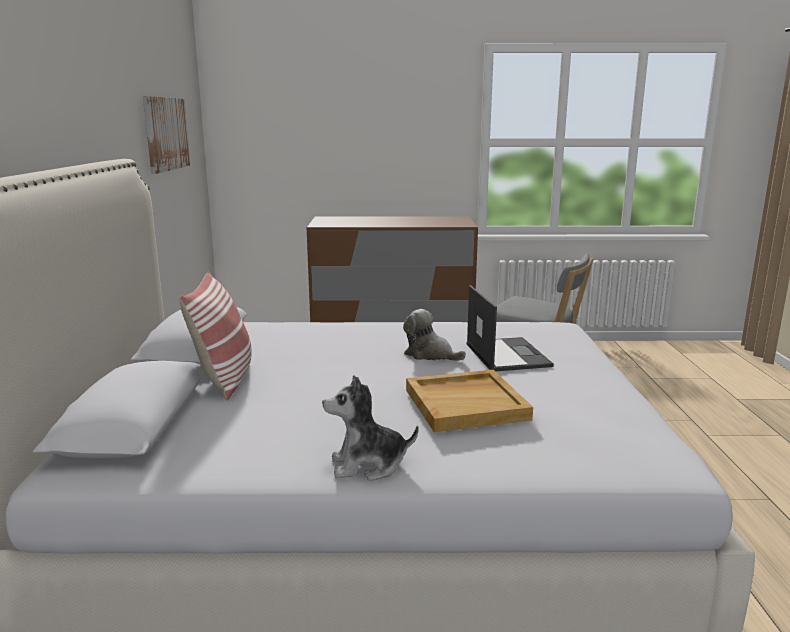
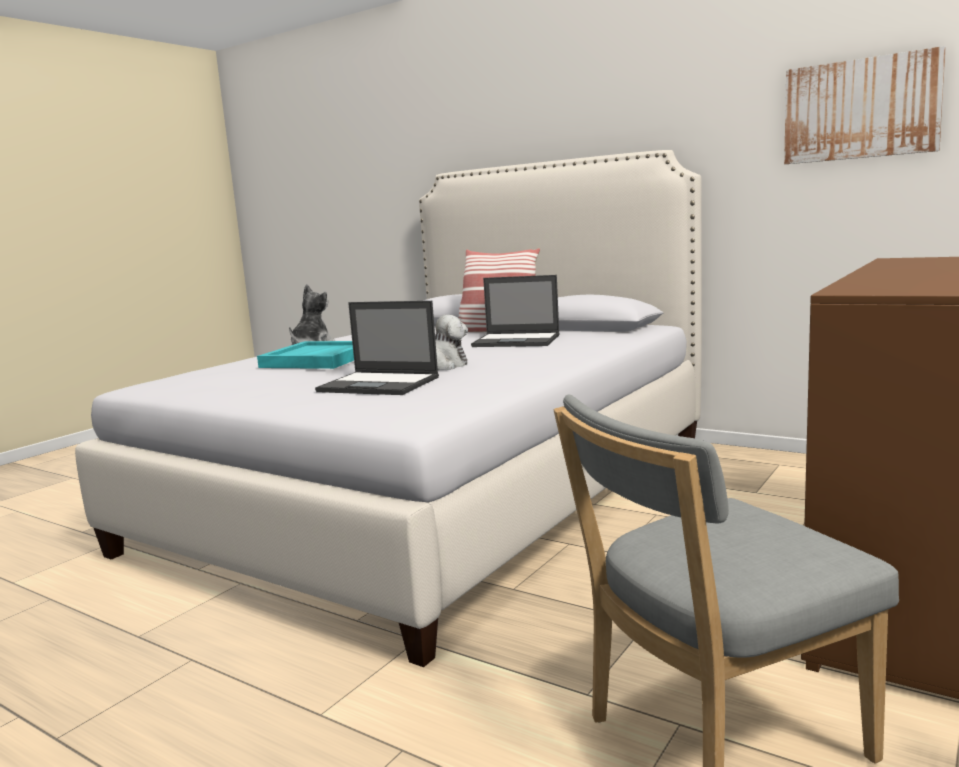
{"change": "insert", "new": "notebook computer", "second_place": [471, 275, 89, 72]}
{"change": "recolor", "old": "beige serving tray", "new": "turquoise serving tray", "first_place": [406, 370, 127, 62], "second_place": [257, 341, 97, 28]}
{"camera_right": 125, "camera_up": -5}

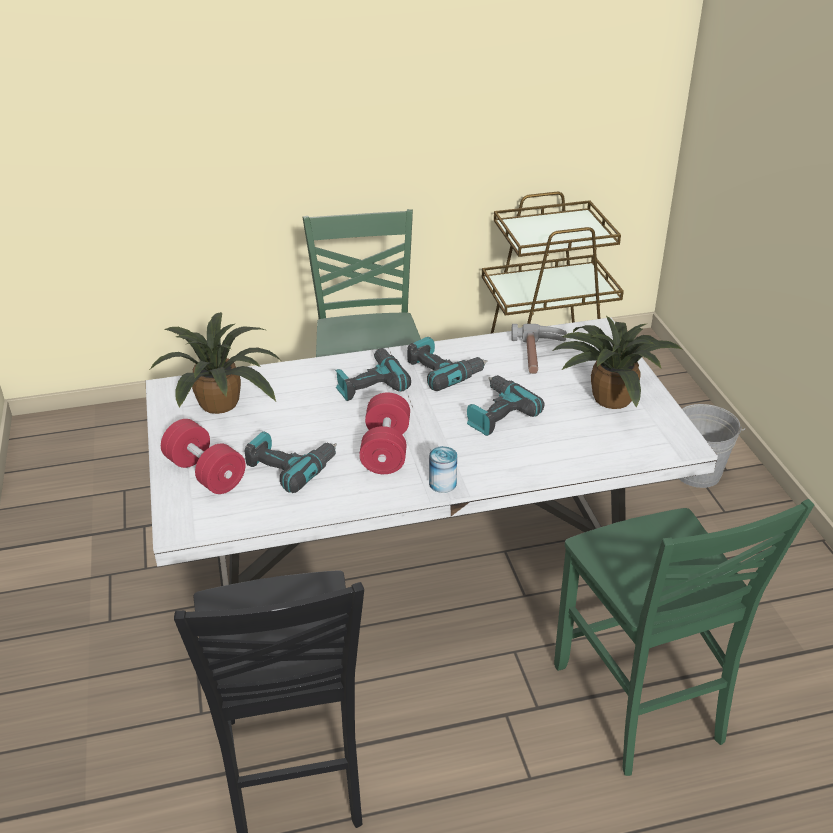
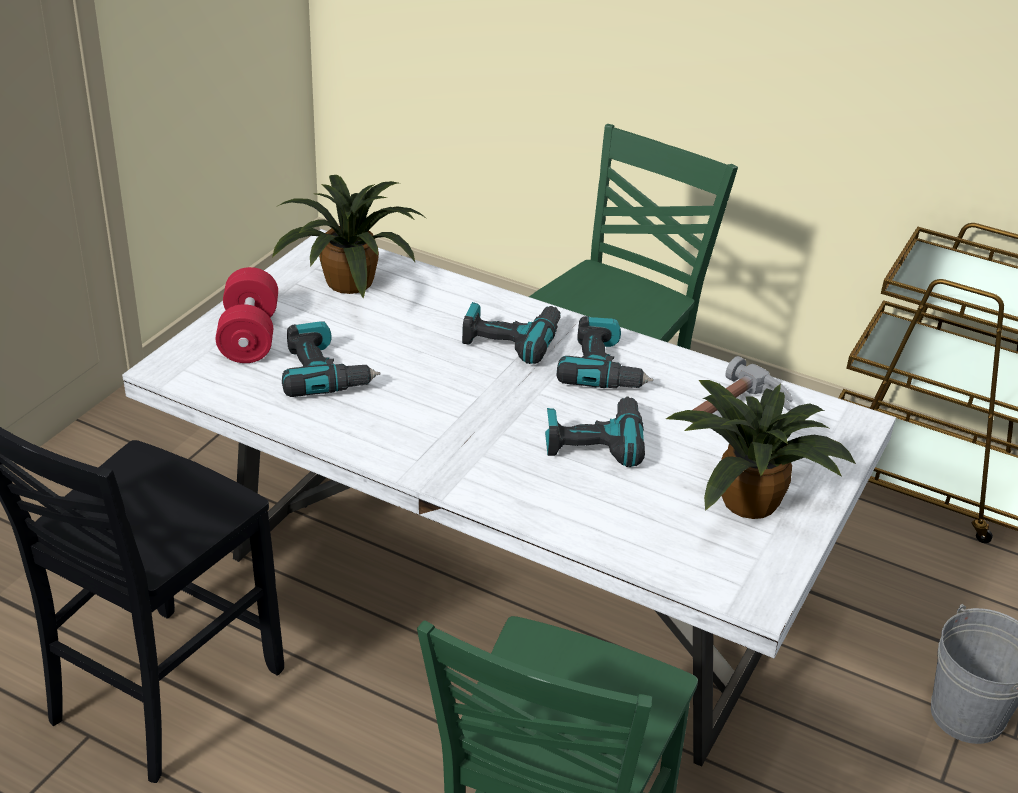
{"change": "delete", "old": "red free weight", "first_place": [359, 392, 51, 82]}
{"change": "delete", "old": "sealed can", "first_place": [429, 446, 28, 47]}
{"camera_right": 40, "camera_up": 0}

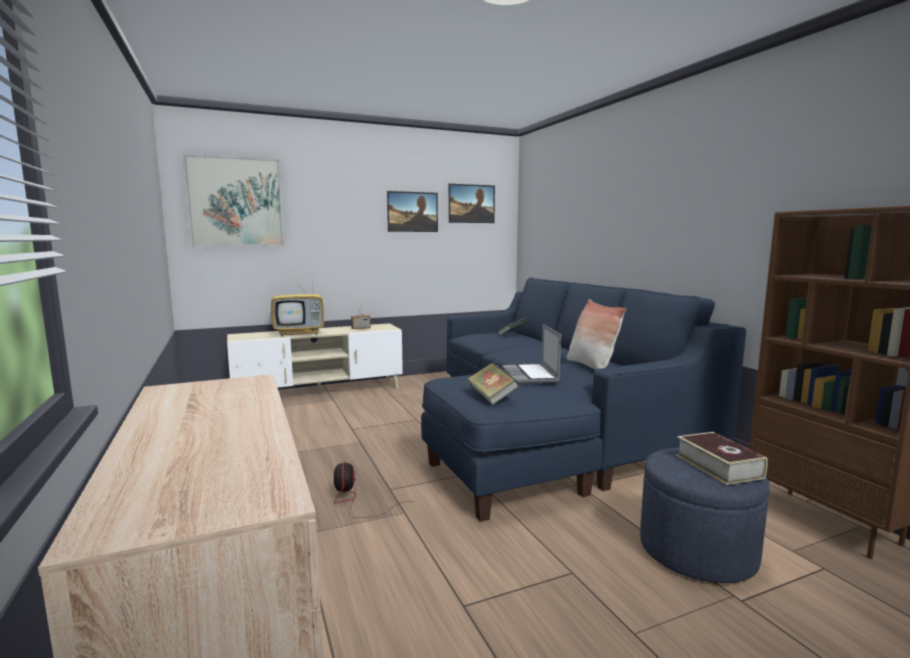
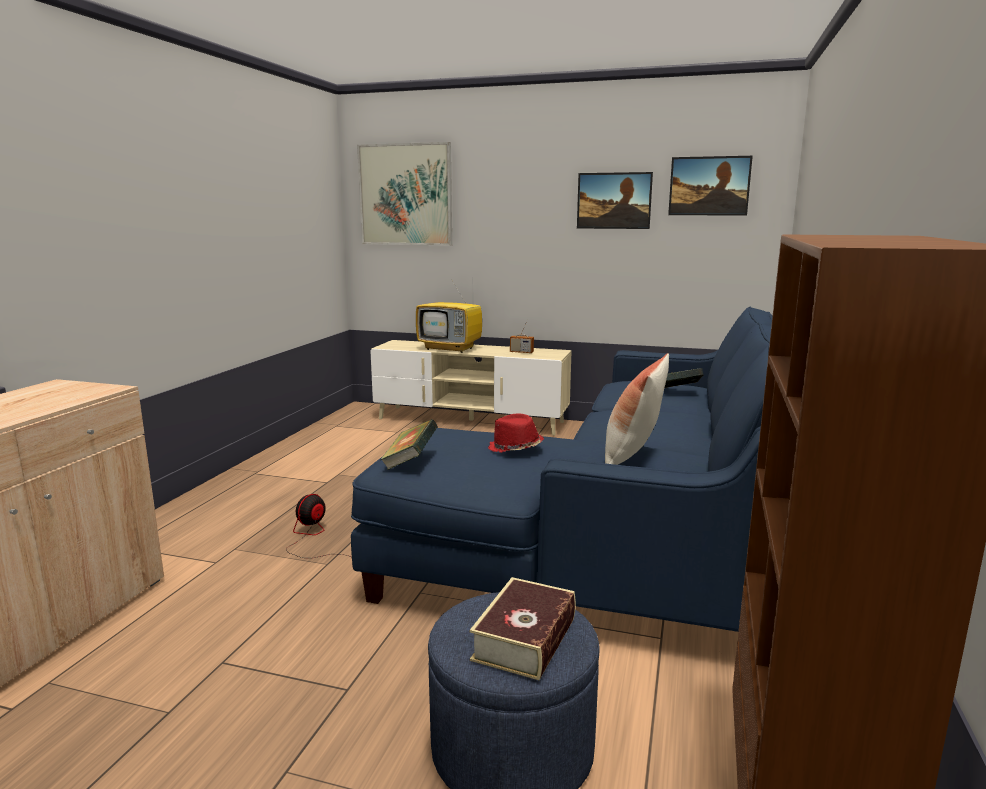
{"change": "replace", "old": "notebook computer", "new": "red hat", "first_place": [502, 324, 59, 60], "second_place": [488, 413, 56, 39]}
{"camera_right": 40, "camera_up": 5}

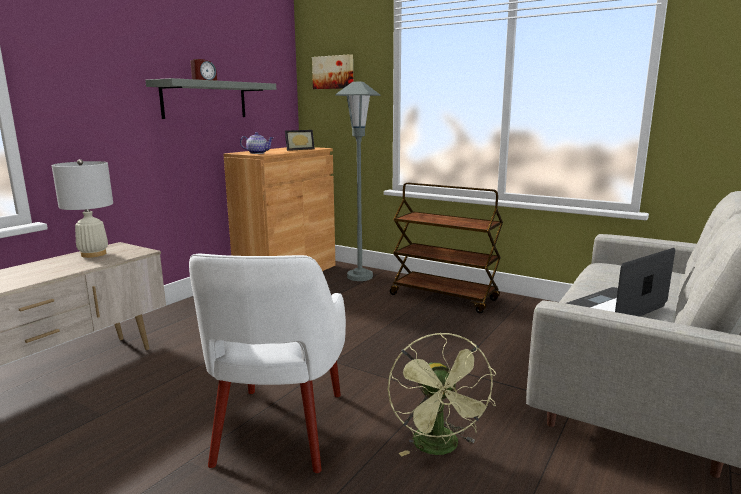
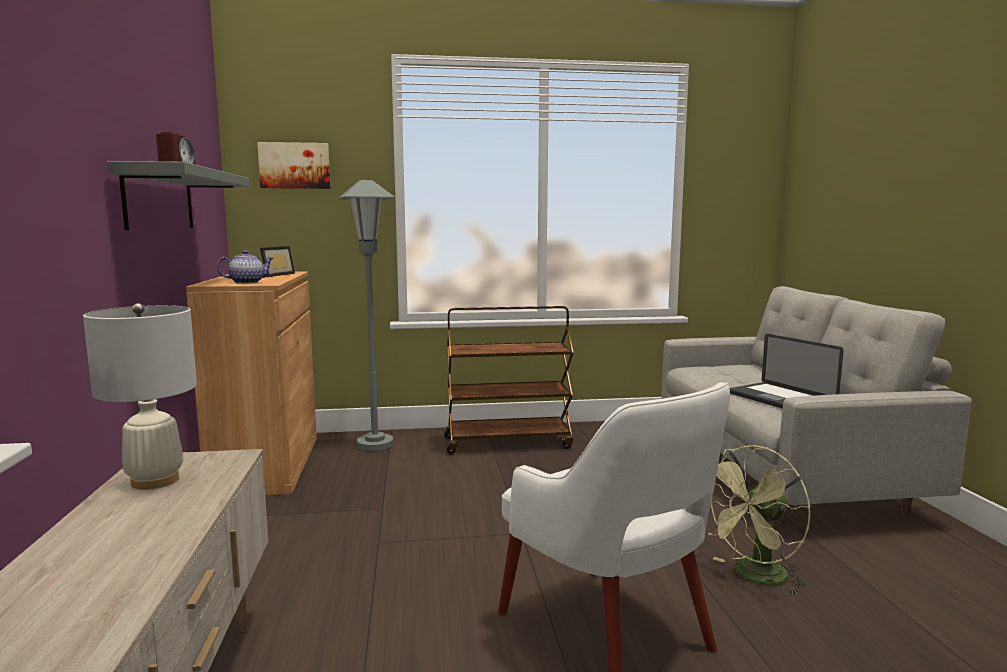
{"change": "rotate", "old": "green-coloured cooling fan", "first_place": [388, 332, 108, 125], "second_place": [708, 445, 103, 150], "degrees": 105}
{"change": "rotate", "old": "notebook computer", "first_place": [566, 248, 109, 69], "second_place": [730, 334, 114, 74], "degrees": -45}
{"camera_right": -40, "camera_up": -5}

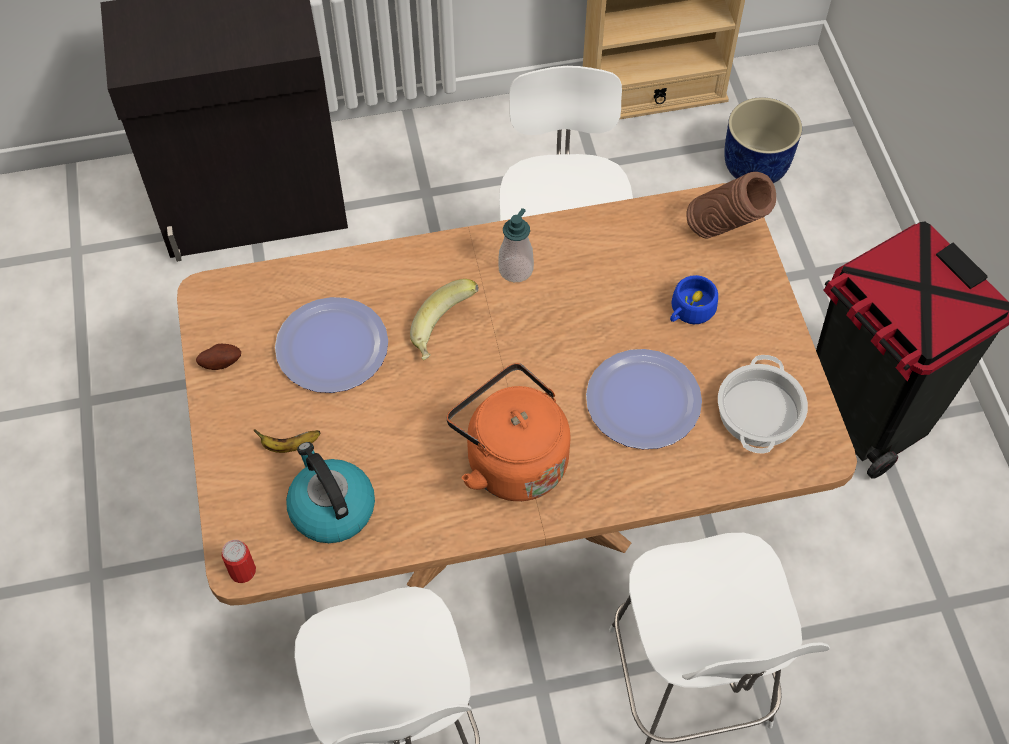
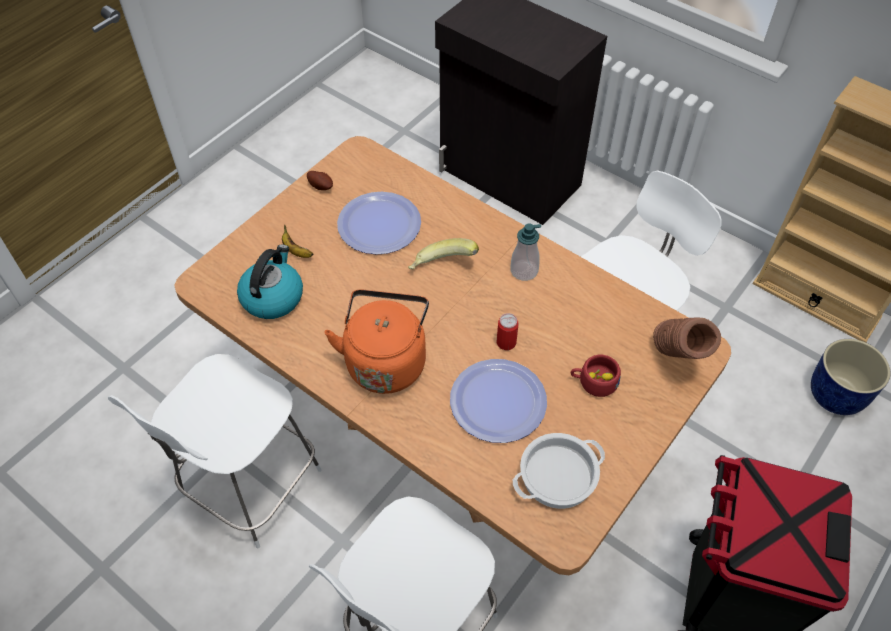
{"change": "move", "old": "sealed can", "first_place": [222, 540, 34, 43], "second_place": [497, 313, 21, 37]}
{"change": "recolor", "old": "blue small cup", "new": "red small cup", "first_place": [670, 275, 48, 49], "second_place": [571, 355, 50, 42]}
{"camera_right": 50, "camera_up": -5}

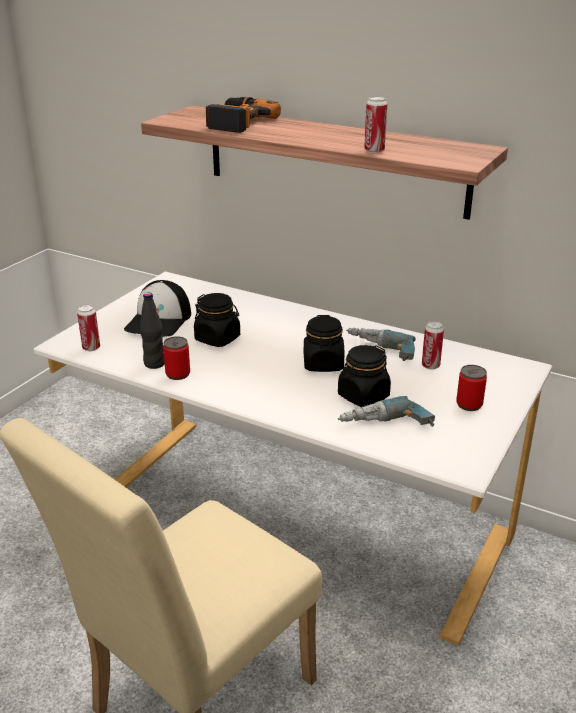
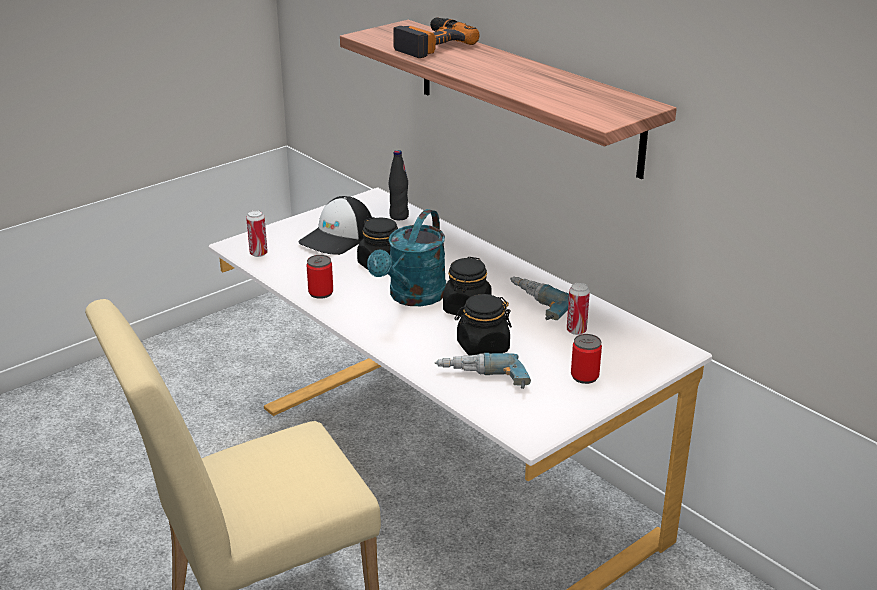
{"change": "delete", "old": "sealed can", "first_place": [364, 97, 23, 56]}
{"change": "insert", "new": "turquoise watering pot", "second_place": [367, 209, 79, 97]}
{"change": "move", "old": "black-coloured bottle", "first_place": [140, 292, 25, 77], "second_place": [389, 150, 20, 70]}
{"camera_right": 20, "camera_up": 0}

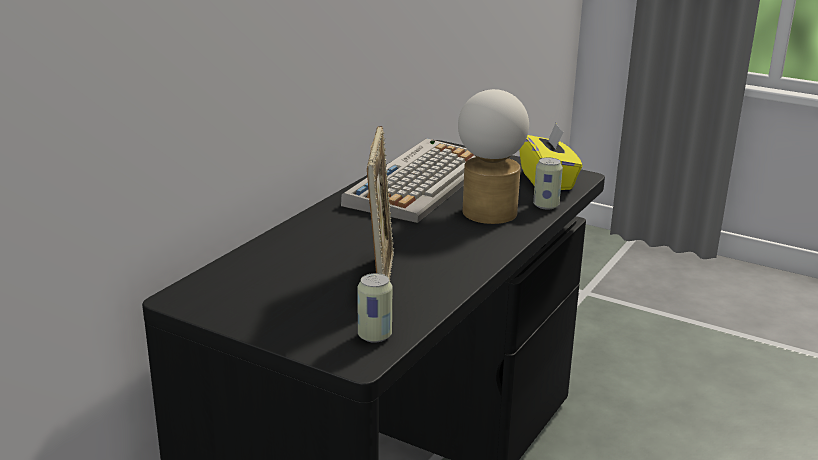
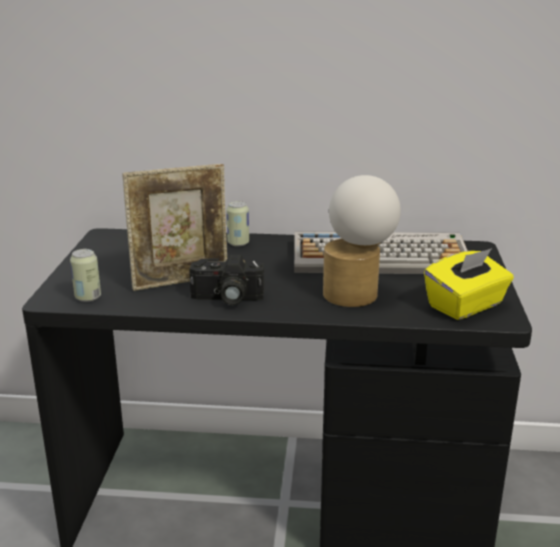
{"change": "insert", "new": "photo camera", "second_place": [189, 255, 75, 50]}
{"change": "move", "old": "sealed can", "first_place": [533, 157, 30, 53], "second_place": [227, 201, 22, 46]}
{"camera_right": 65, "camera_up": 0}

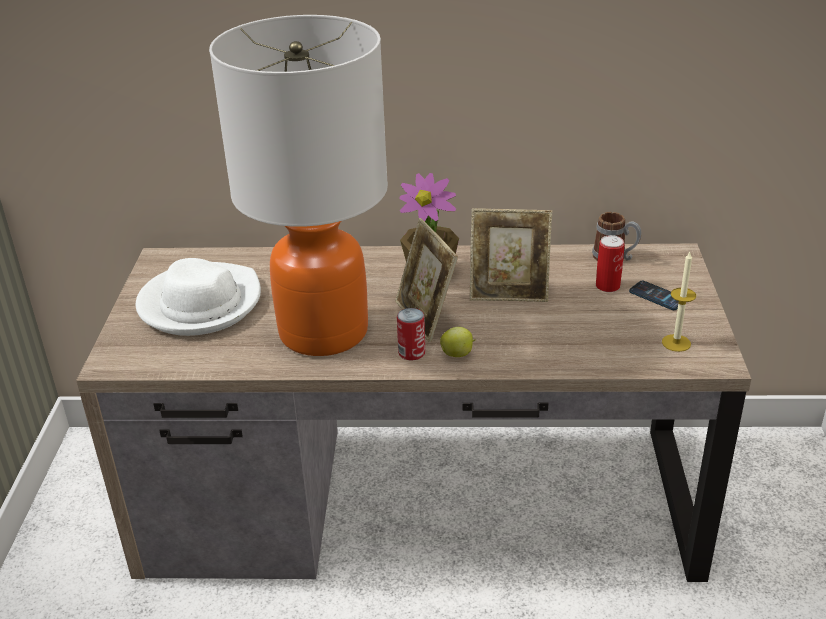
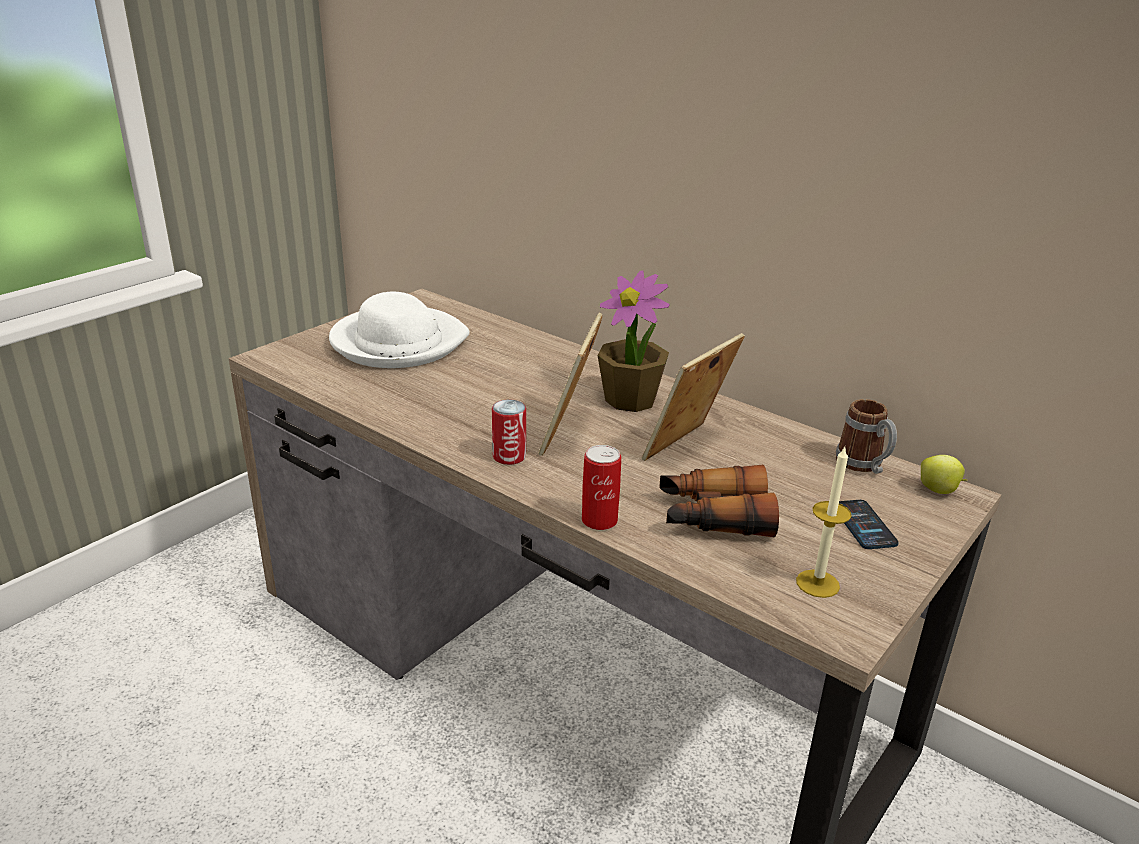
{"change": "delete", "old": "table lamp", "first_place": [209, 15, 179, 341]}
{"change": "insert", "new": "binoculars", "second_place": [660, 465, 119, 72]}
{"change": "move", "old": "apple", "first_place": [440, 327, 36, 30], "second_place": [921, 455, 47, 39]}
{"change": "move", "old": "sealed can", "first_place": [596, 235, 29, 57], "second_place": [582, 445, 39, 85]}
{"change": "rotate", "old": "photo frame", "first_place": [470, 208, 82, 94], "second_place": [642, 333, 103, 128], "degrees": 90}
{"camera_right": 35, "camera_up": -5}

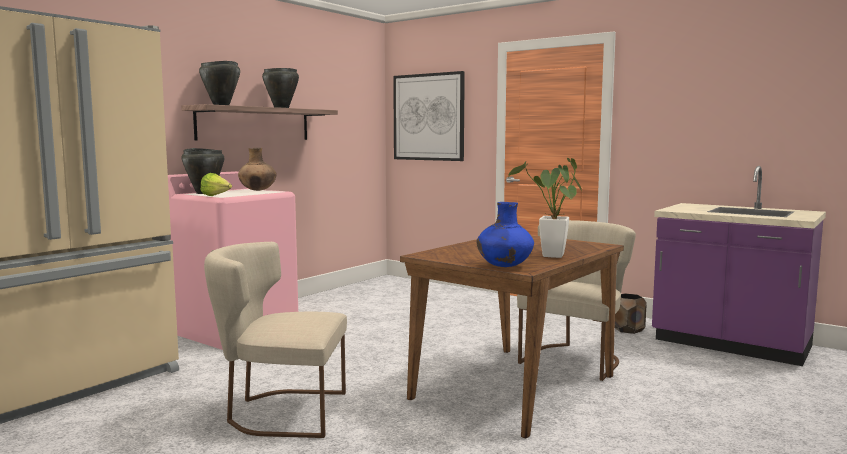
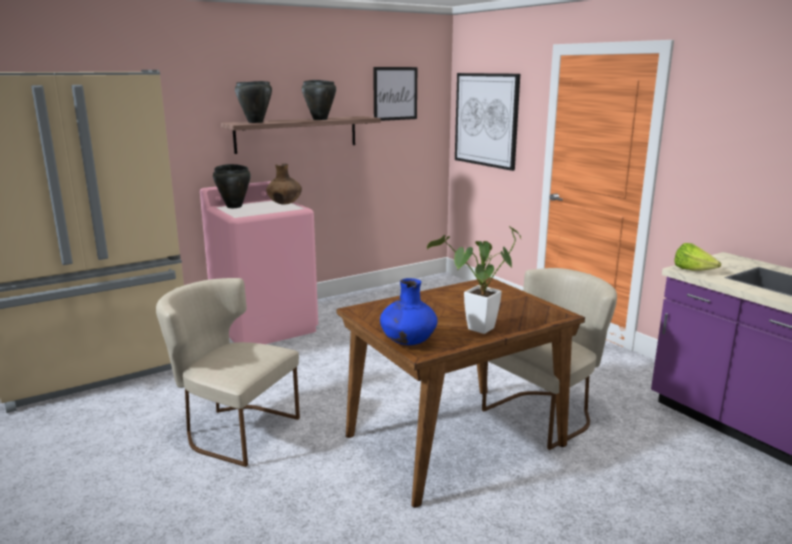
{"change": "delete", "old": "brownish flower pot", "first_place": [615, 293, 32, 41]}
{"change": "insert", "new": "wall picture", "second_place": [373, 67, 44, 54]}
{"change": "move", "old": "lettuce", "first_place": [201, 173, 31, 23], "second_place": [674, 243, 47, 28]}
{"camera_right": 20, "camera_up": 10}

